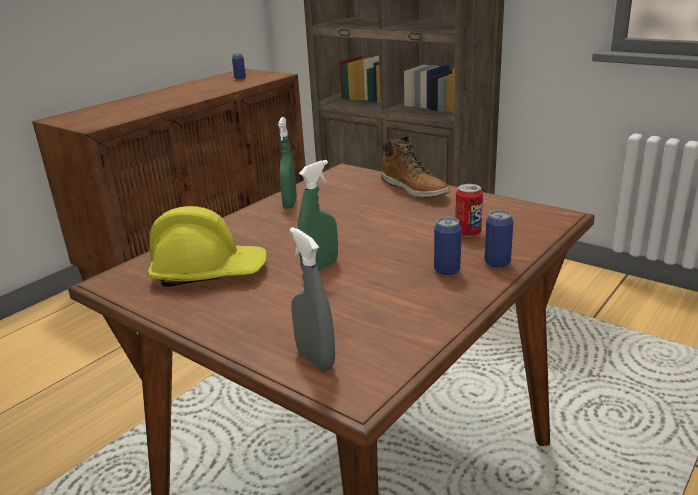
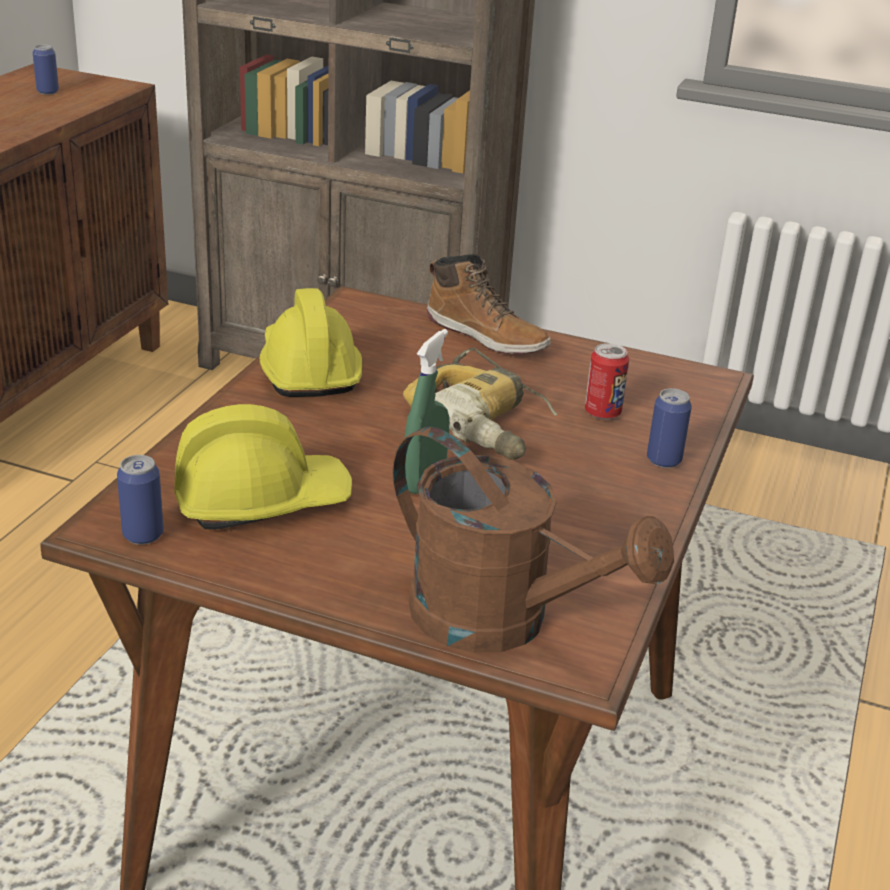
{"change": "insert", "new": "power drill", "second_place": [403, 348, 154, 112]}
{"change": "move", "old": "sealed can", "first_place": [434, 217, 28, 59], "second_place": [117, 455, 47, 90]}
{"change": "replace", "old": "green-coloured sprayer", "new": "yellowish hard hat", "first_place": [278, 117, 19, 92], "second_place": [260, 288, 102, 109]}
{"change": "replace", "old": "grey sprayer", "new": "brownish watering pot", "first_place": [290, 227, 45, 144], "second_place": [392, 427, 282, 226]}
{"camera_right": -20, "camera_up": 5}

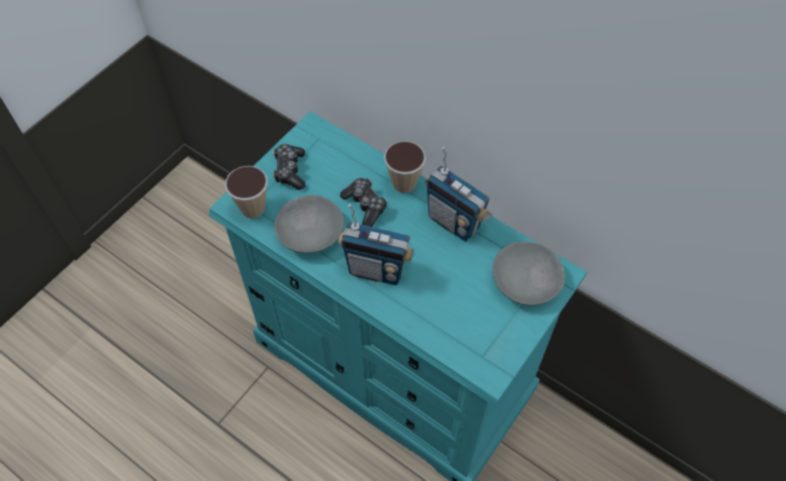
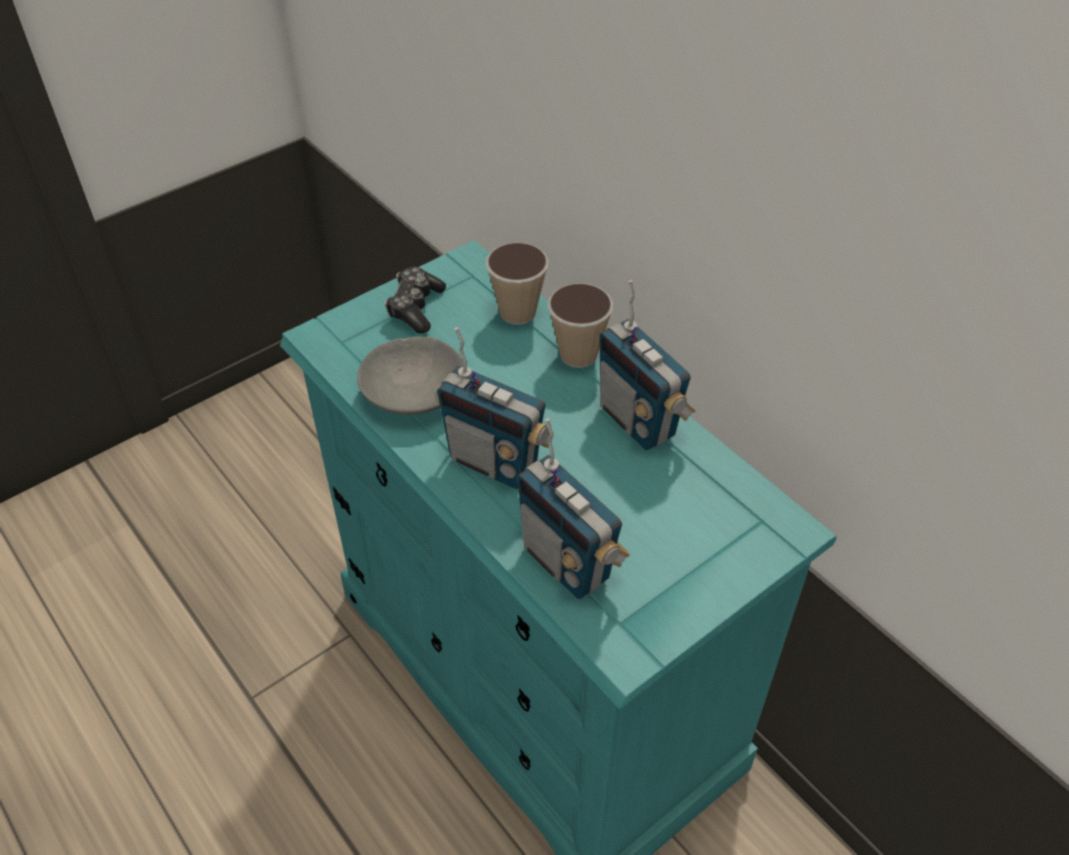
{"change": "delete", "old": "gamepad", "first_place": [340, 178, 47, 49]}
{"change": "delete", "old": "grey deep dish", "first_place": [493, 241, 72, 64]}
{"change": "insert", "new": "radio receiver", "second_place": [517, 418, 113, 181]}
{"change": "move", "old": "small cup", "first_place": [225, 166, 43, 53], "second_place": [486, 243, 63, 82]}
{"camera_right": 15, "camera_up": -10}

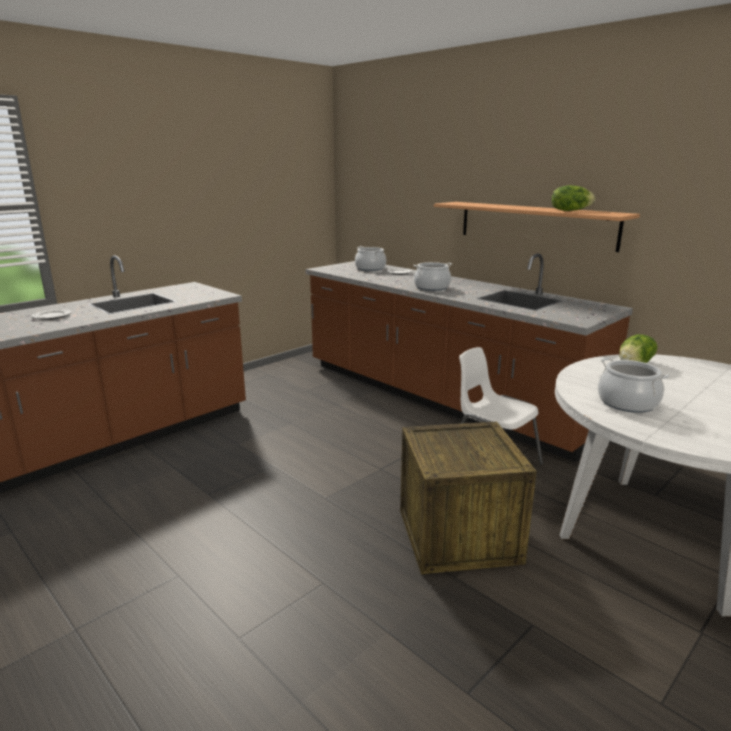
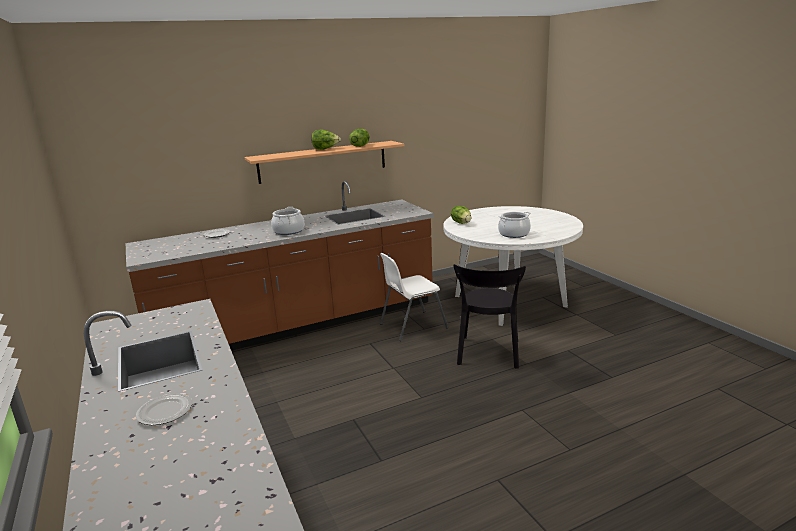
{"change": "delete", "old": "stockpot", "first_place": [355, 246, 31, 25]}
{"change": "insert", "new": "lettuce", "second_place": [311, 130, 30, 20]}
{"change": "replace", "old": "shipping crate", "new": "black-coloured plain chair", "first_place": [400, 422, 137, 152], "second_place": [453, 264, 73, 105]}
{"camera_right": -70, "camera_up": 0}

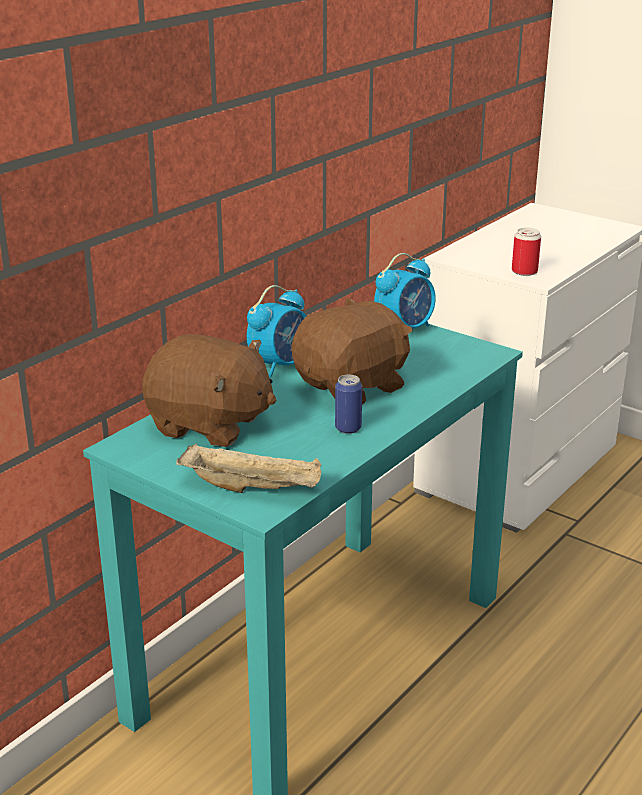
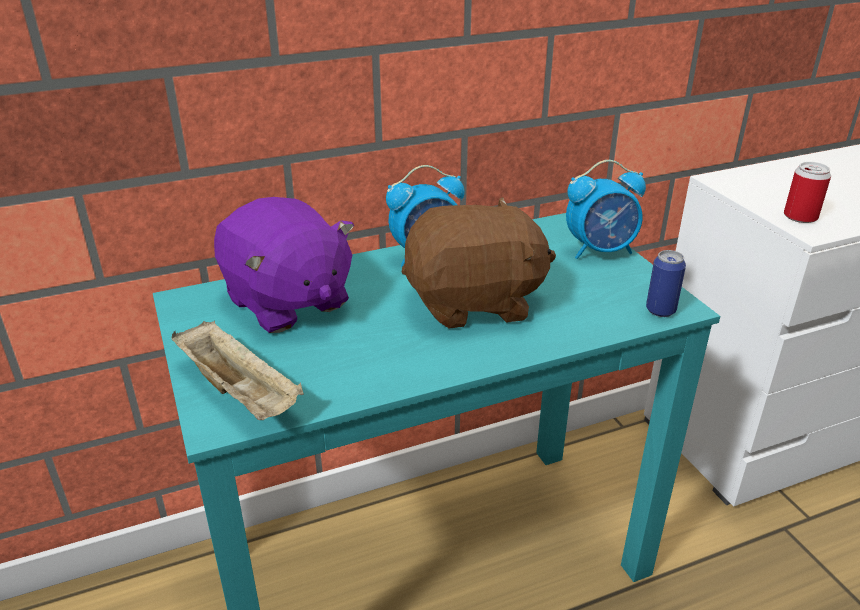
{"change": "move", "old": "sealed can", "first_place": [335, 375, 27, 59], "second_place": [646, 250, 40, 67]}
{"change": "recolor", "old": "brownish cuddly toy", "new": "purple cuddly toy", "first_place": [142, 334, 134, 113], "second_place": [214, 197, 140, 136]}
{"camera_right": 30, "camera_up": 5}

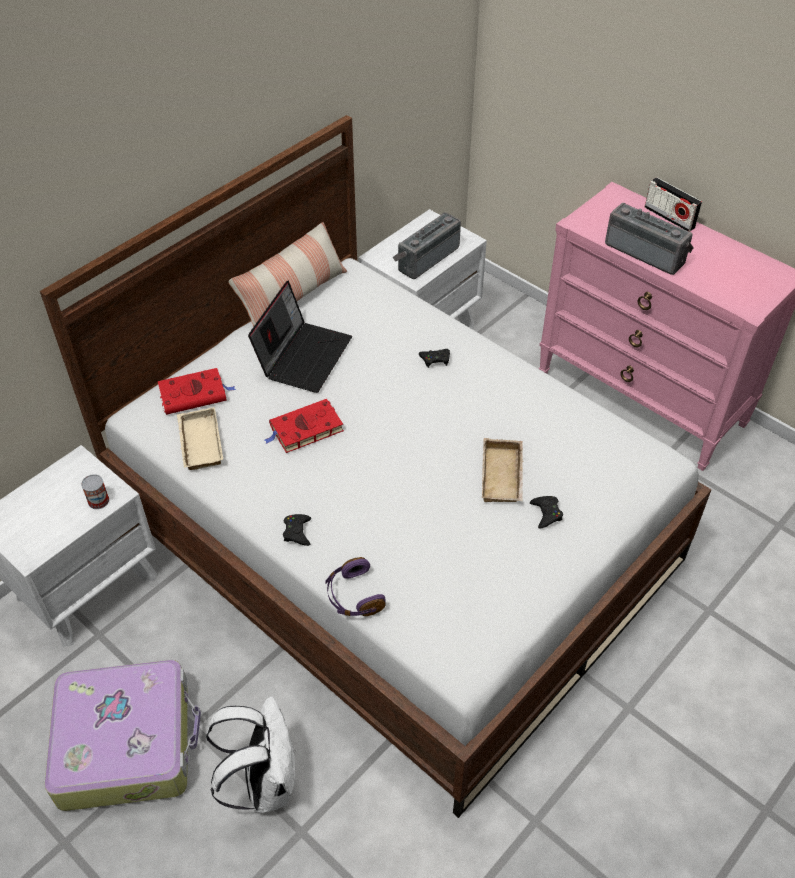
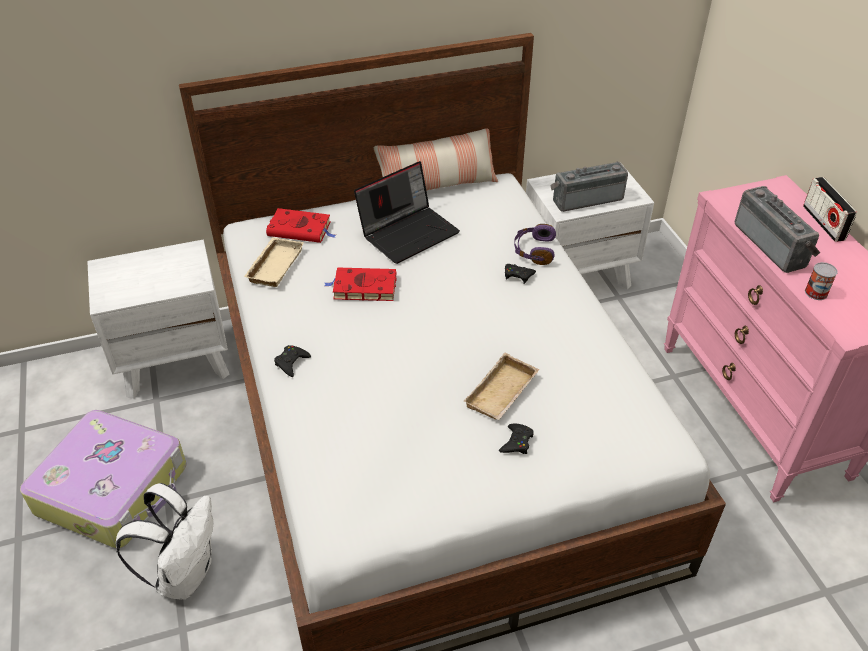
{"change": "move", "old": "sealed can", "first_place": [81, 474, 28, 35], "second_place": [805, 262, 33, 38]}
{"change": "move", "old": "purple pair of headphones", "first_place": [325, 557, 61, 59], "second_place": [514, 224, 42, 41]}
{"camera_right": 30, "camera_up": -5}

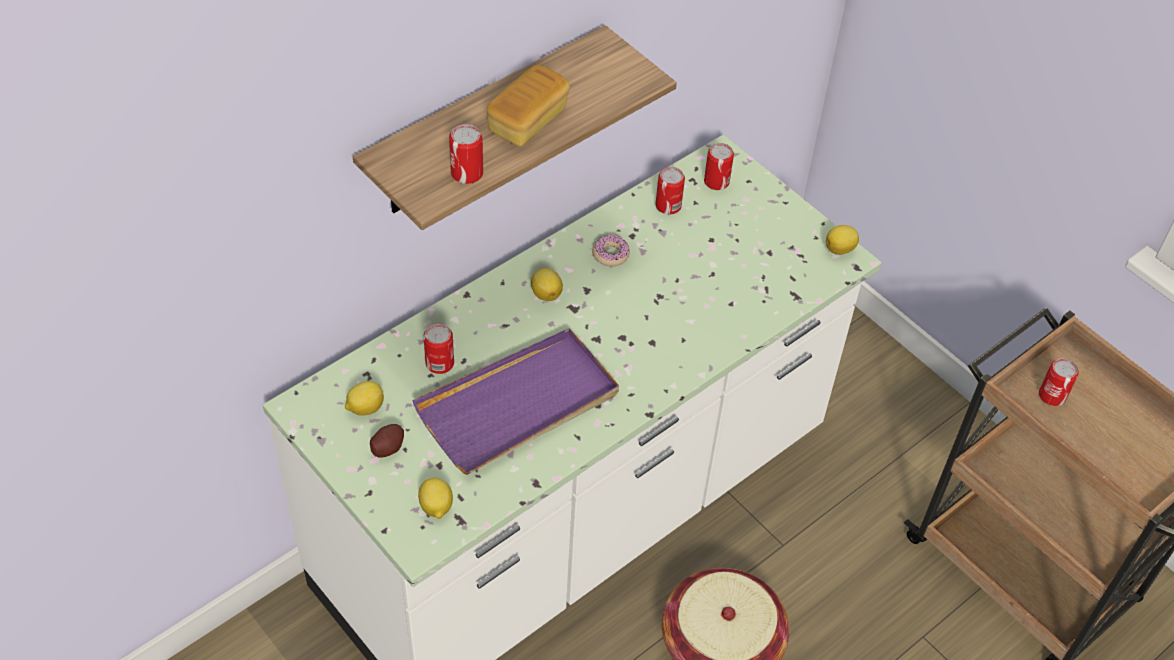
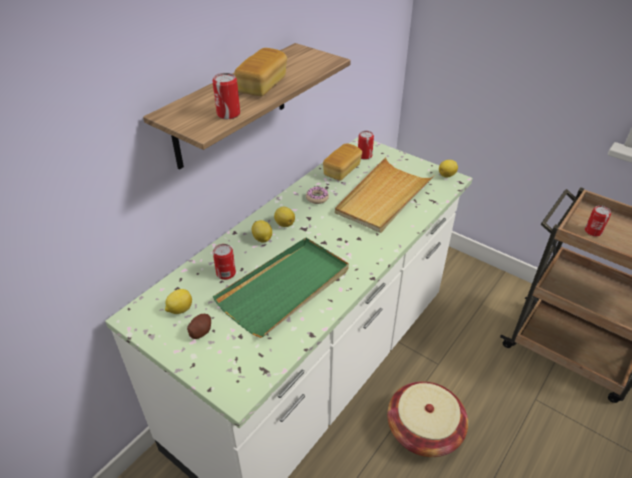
{"change": "insert", "new": "beige serving tray", "second_place": [335, 157, 100, 76]}
{"change": "move", "old": "lemon", "first_place": [418, 478, 35, 41], "second_place": [252, 220, 20, 23]}
{"change": "replace", "old": "sealed can", "new": "bakery bread", "first_place": [655, 167, 30, 48], "second_place": [323, 144, 39, 37]}
{"change": "recolor", "old": "purple serving tray", "new": "green-coloured serving tray", "first_place": [412, 328, 207, 147], "second_place": [213, 238, 136, 100]}
{"camera_right": -10, "camera_up": -10}

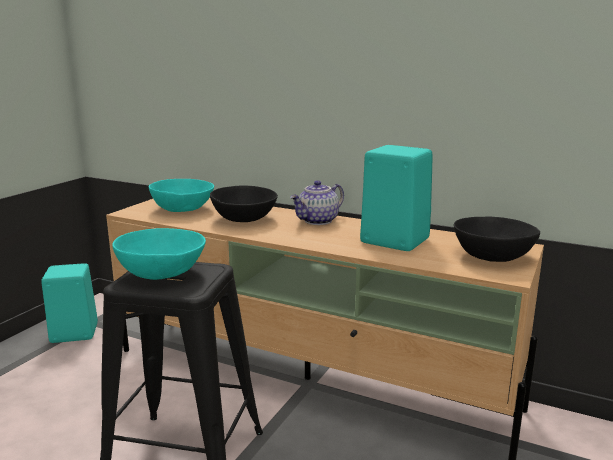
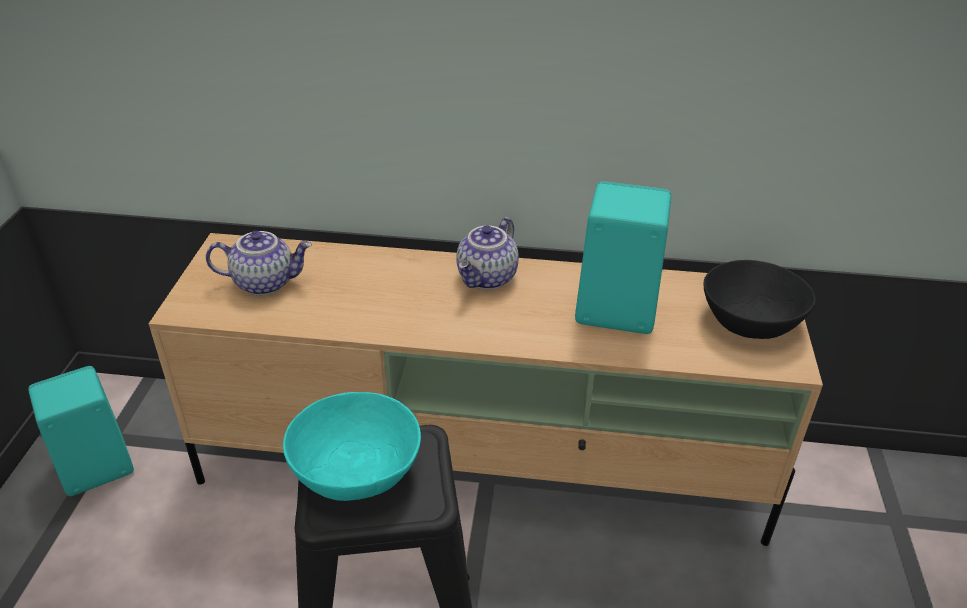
{"change": "delete", "old": "black-coloured deep dish", "first_place": [210, 185, 68, 37]}
{"change": "replace", "old": "turquoise deep dish", "new": "tea pot", "first_place": [149, 179, 65, 33], "second_place": [206, 231, 106, 65]}
{"camera_right": -20, "camera_up": 20}

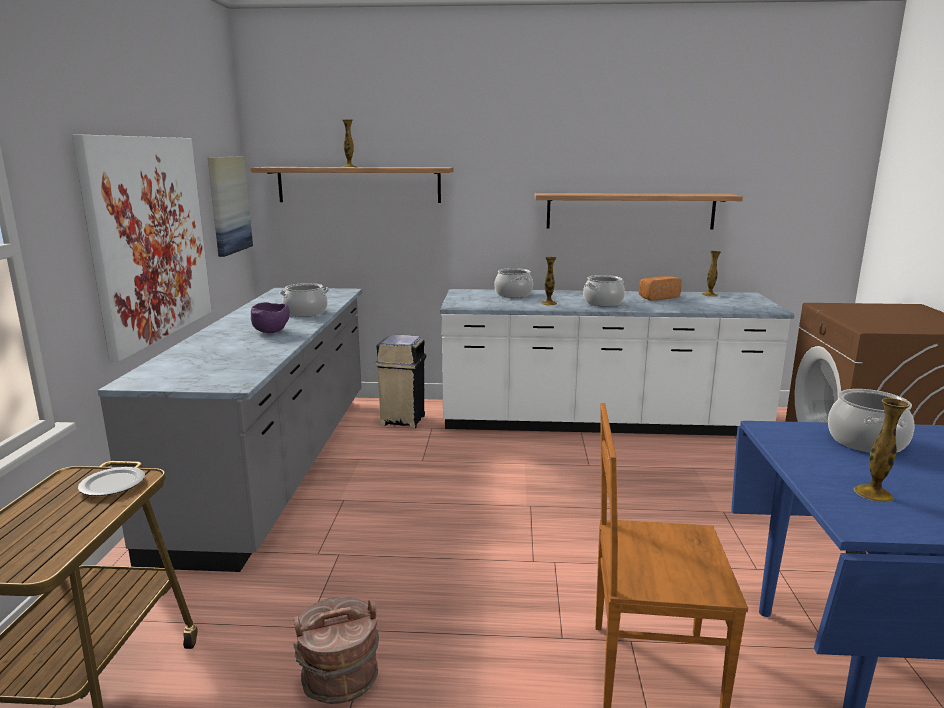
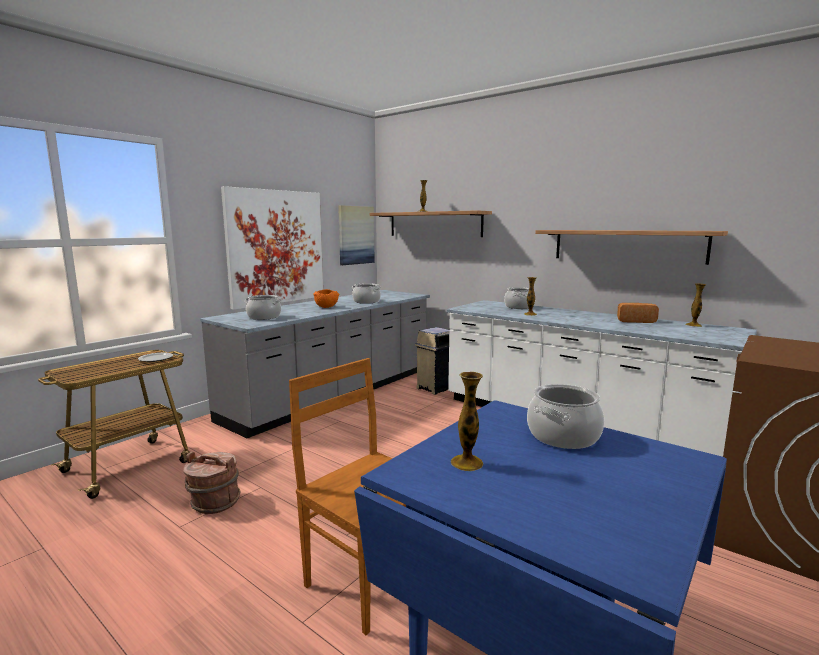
{"change": "move", "old": "stockpot", "first_place": [583, 275, 42, 31], "second_place": [244, 295, 38, 25]}
{"change": "recolor", "old": "purple deep dish", "new": "orange deep dish", "first_place": [251, 302, 39, 31], "second_place": [313, 289, 26, 19]}
{"camera_right": 35, "camera_up": -5}

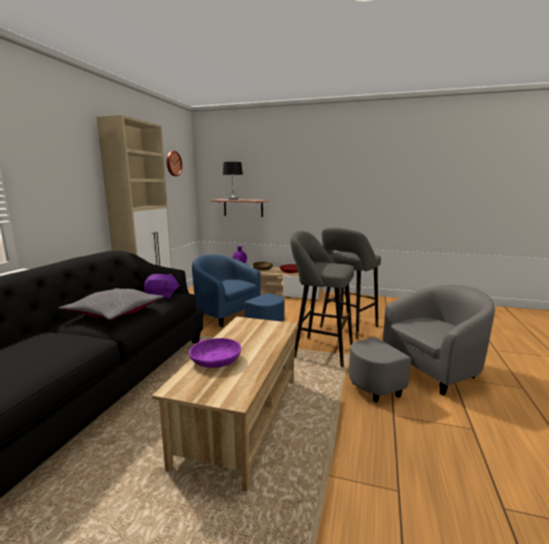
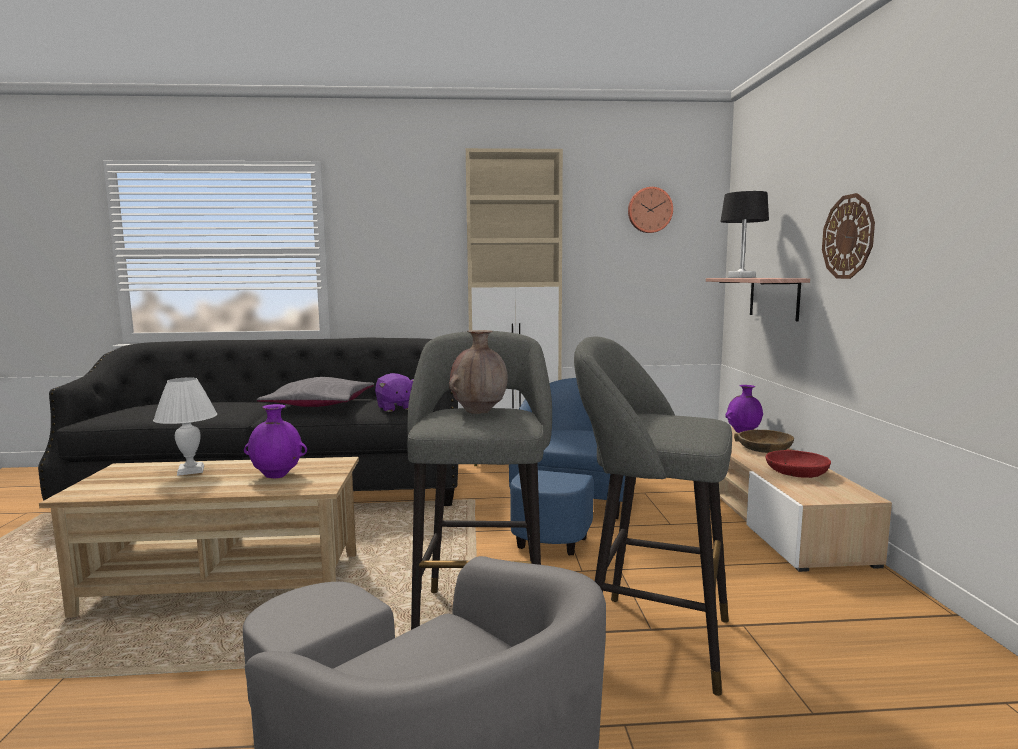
{"change": "insert", "new": "purple flower vase", "second_place": [244, 404, 63, 74]}
{"change": "insert", "new": "brownish flower vase", "second_place": [449, 330, 59, 84]}
{"change": "insert", "new": "wall clock", "second_place": [822, 193, 53, 86]}
{"change": "replace", "old": "purple deep dish", "new": "white-coloured table lamp", "first_place": [189, 338, 52, 30], "second_place": [153, 377, 64, 99]}
{"camera_right": 70, "camera_up": -5}

